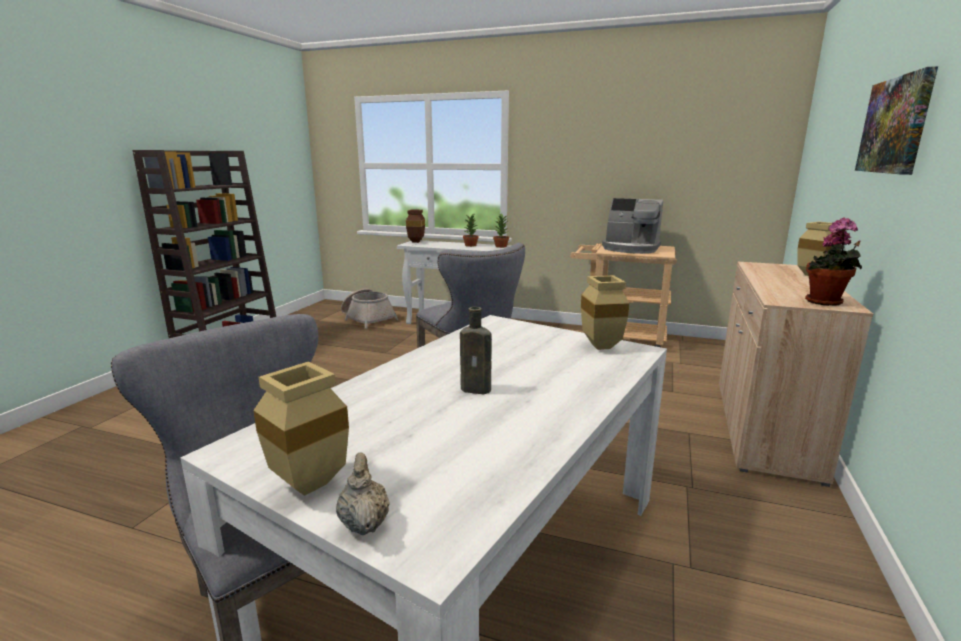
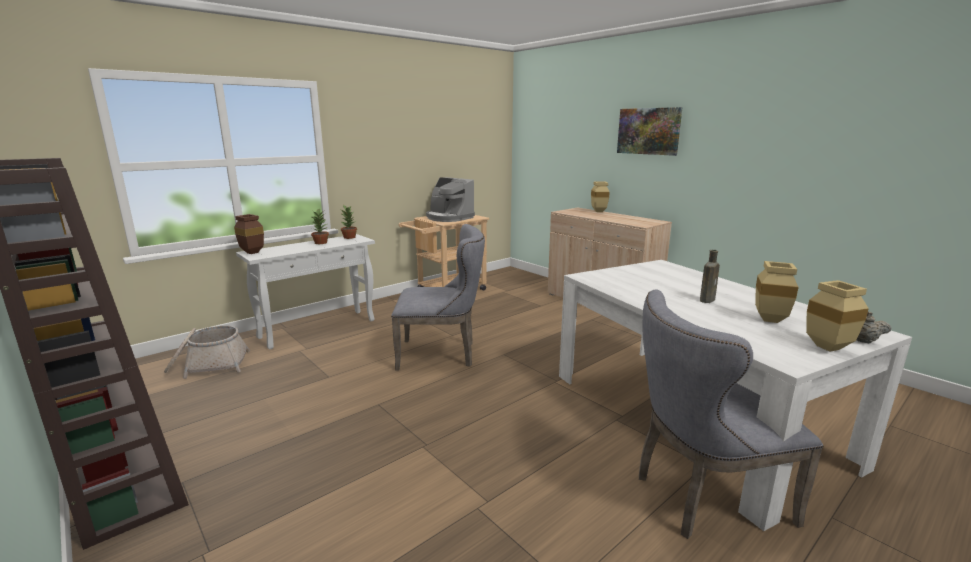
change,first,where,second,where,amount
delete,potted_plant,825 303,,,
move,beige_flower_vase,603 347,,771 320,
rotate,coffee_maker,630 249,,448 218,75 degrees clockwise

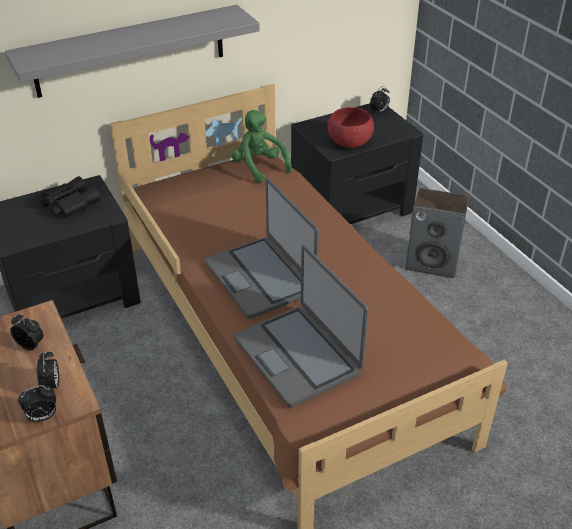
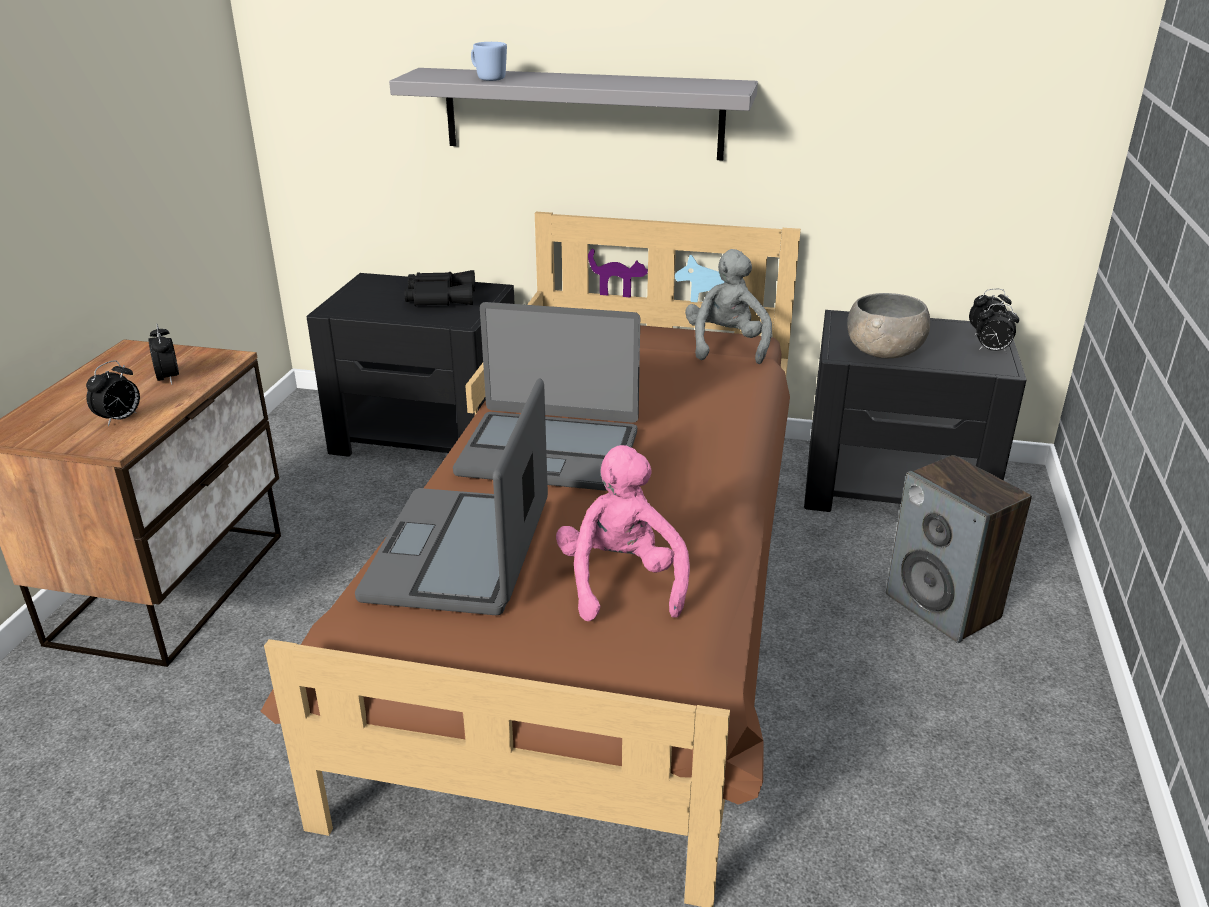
change,first,where,second,where,amount
insert,,,blue-coloured_coffee_mug,487 78,
insert,,,pinkish_cuddly_toy,621 582,
move,alarm_clock,42 417,,991 351,
recolor,green_cuddly_toy,259 167,grey_cuddly_toy,726 346,
recolor,red_serving_bowl,350 141,grey_serving_bowl,885 351,
rotate,laptop,260 277,,549 452,90 degrees counterclockwise

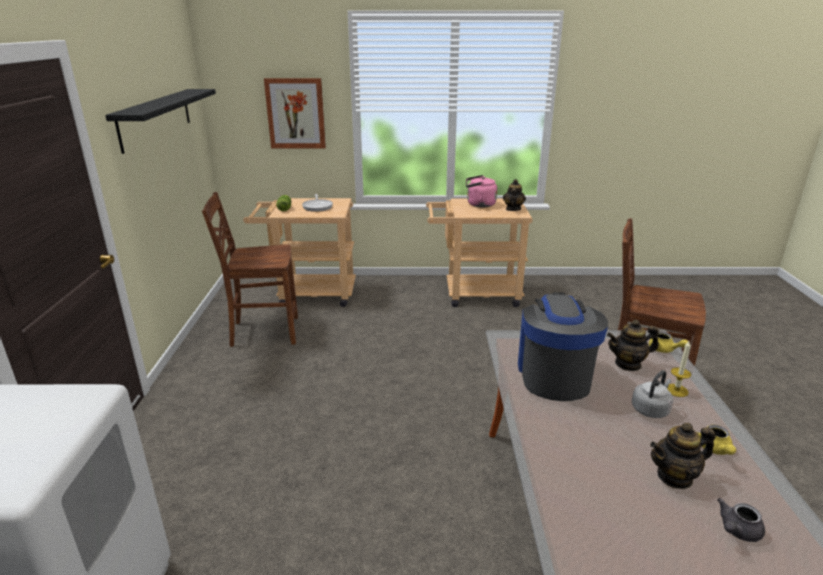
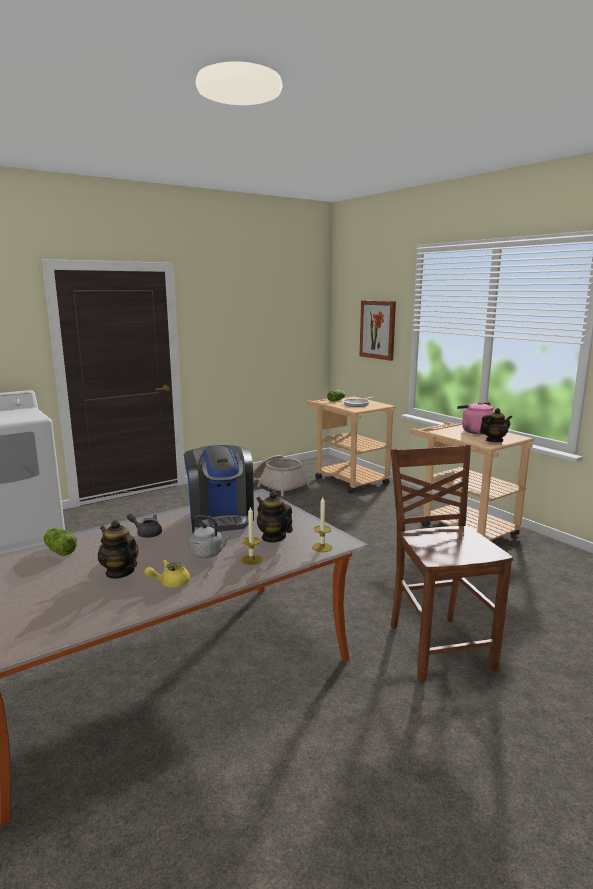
change,first,where,second,where,amount
delete,black_wall_shelf,156 118,,,
insert,,,lettuce_head,59 550,
move,grey_pot_for_tea,737 531,,146 533,
replace,brown-coloured_chair,263 332,basket,279 485,
replace,yellowish_pot_for_tea,664 350,wax_light,322 547,
rotate,coffee_maker,554 375,,221 517,105 degrees clockwise

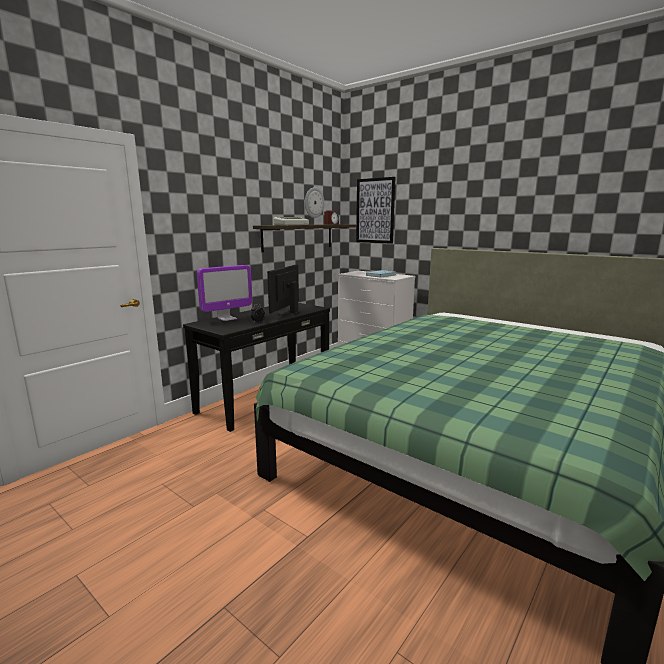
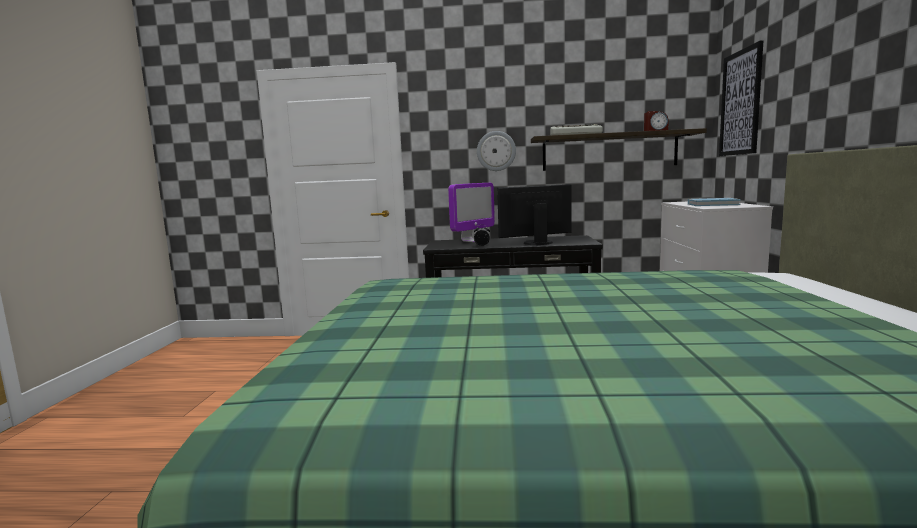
change,first,where,second,where,amount
move,clock_on_the_wall,313 202,,496 151,
rotate,computer_screen,227 318,,472 240,60 degrees counterclockwise

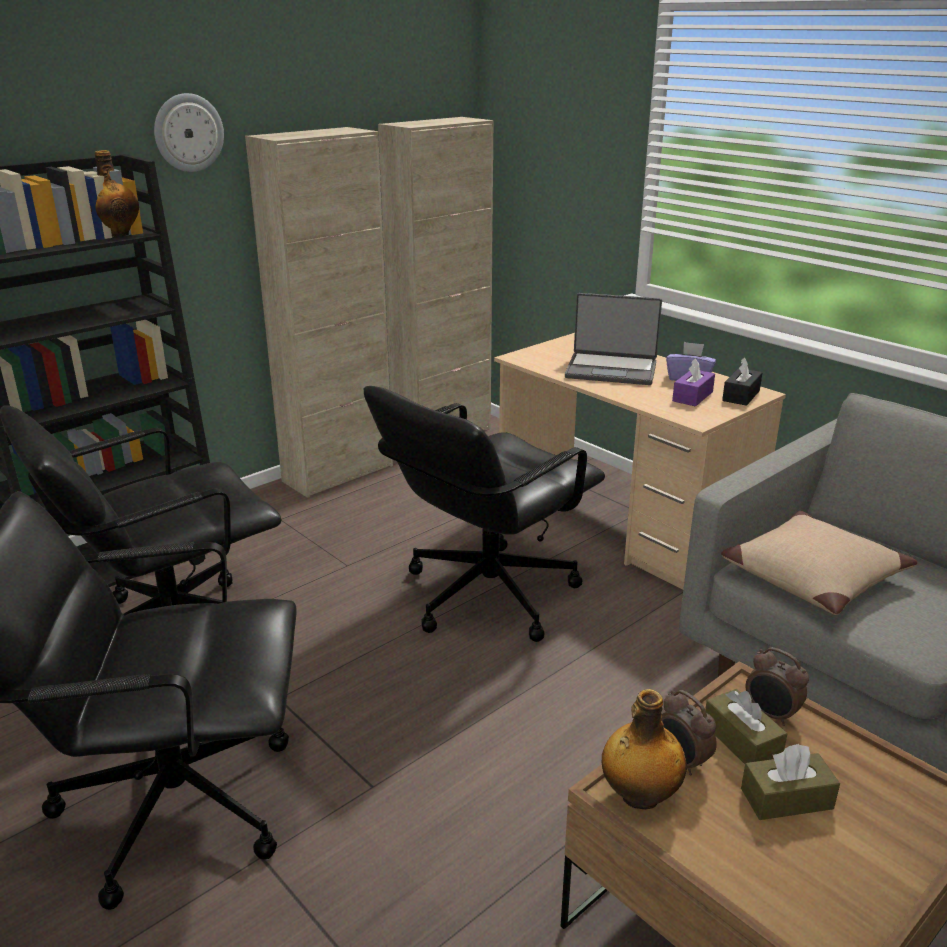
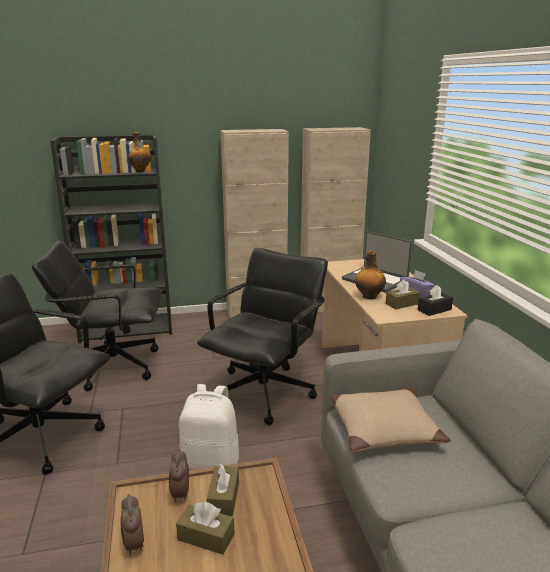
change,first,where,second,where,amount
delete,clock_on_the_wall,188 133,,,
insert,,,whitish_knapsack,211 460,
move,bottle,639 796,,369 296,
move,alarm_clock,771 715,,134 544,
recolor,purple-coloured_tissue_holder,692 396,brown-coloured_tissue_holder,402 304,
rotate,black_desk_chair,487 594,,265 392,135 degrees clockwise

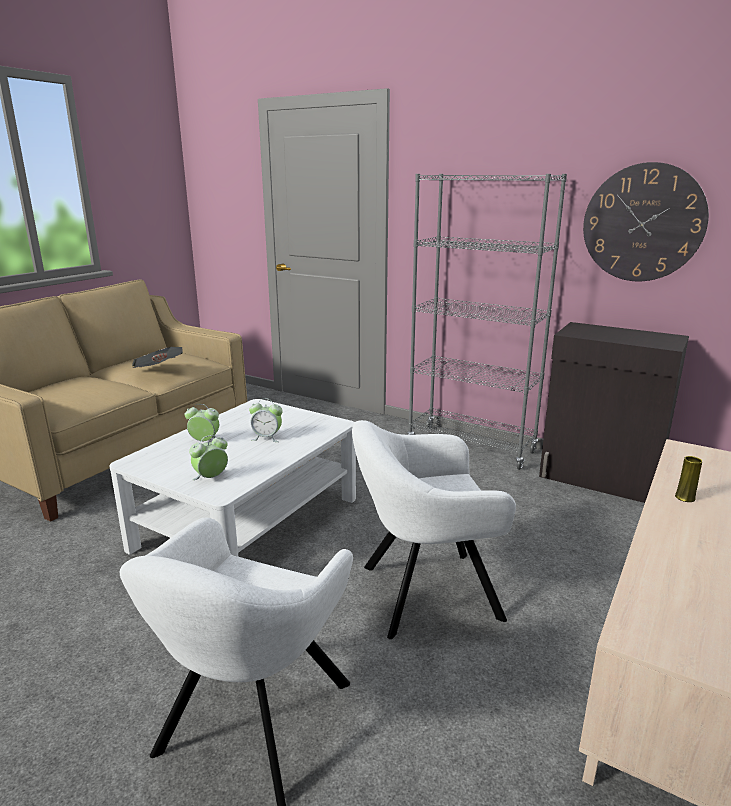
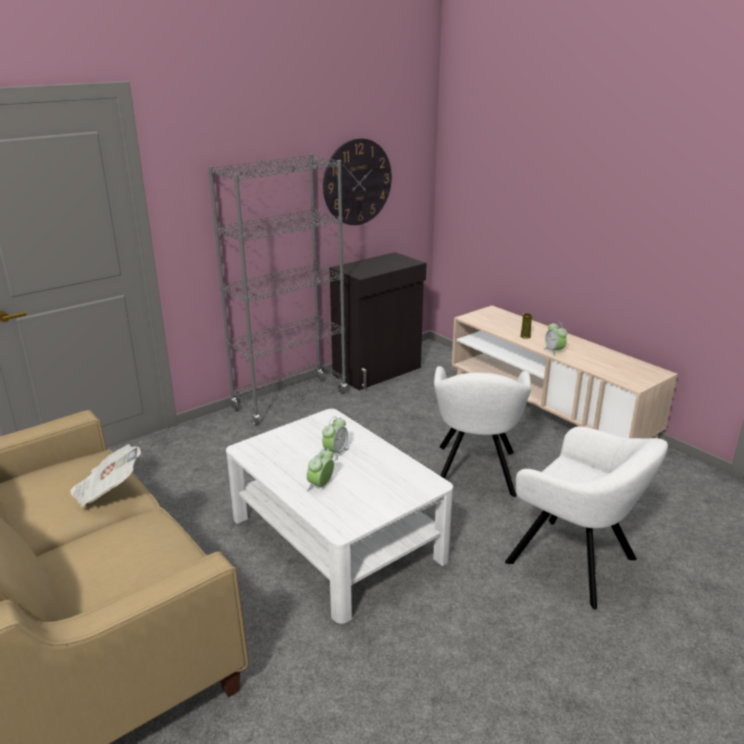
change,first,where,second,where,amount
move,alarm_clock,211 478,,554 351,

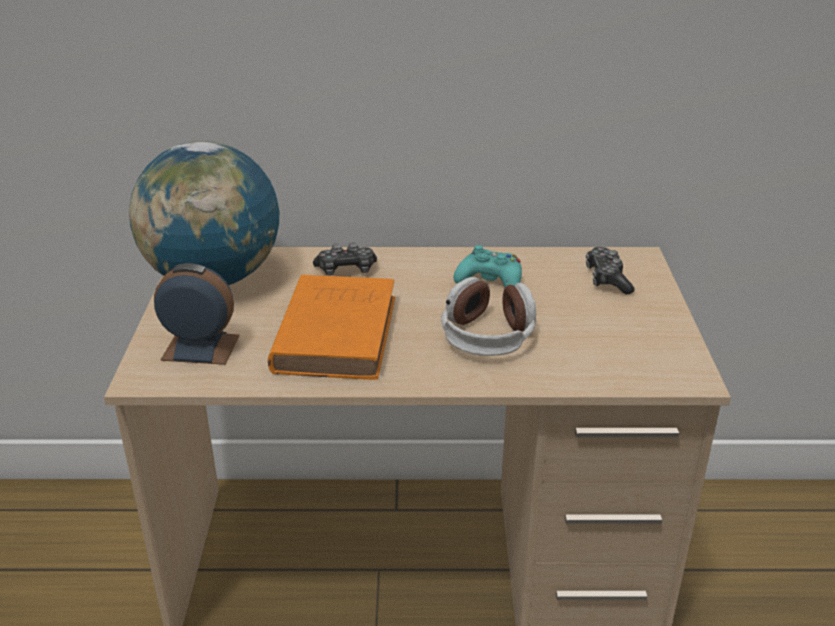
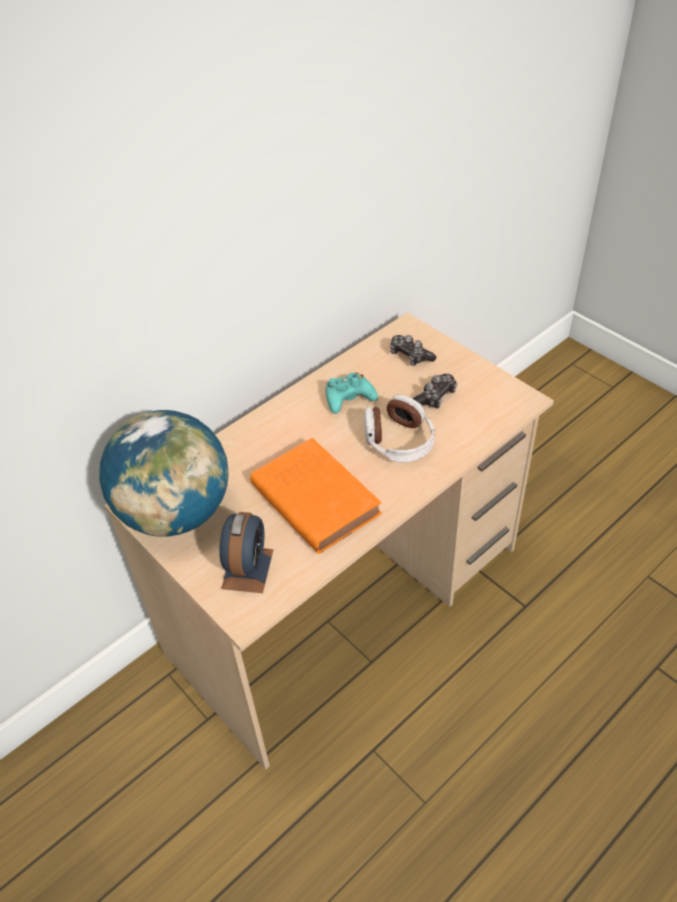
change,first,where,second,where,amount
move,gamepad,346 270,,435 397,
rotate,alarm_clock,200 347,,247 569,135 degrees clockwise

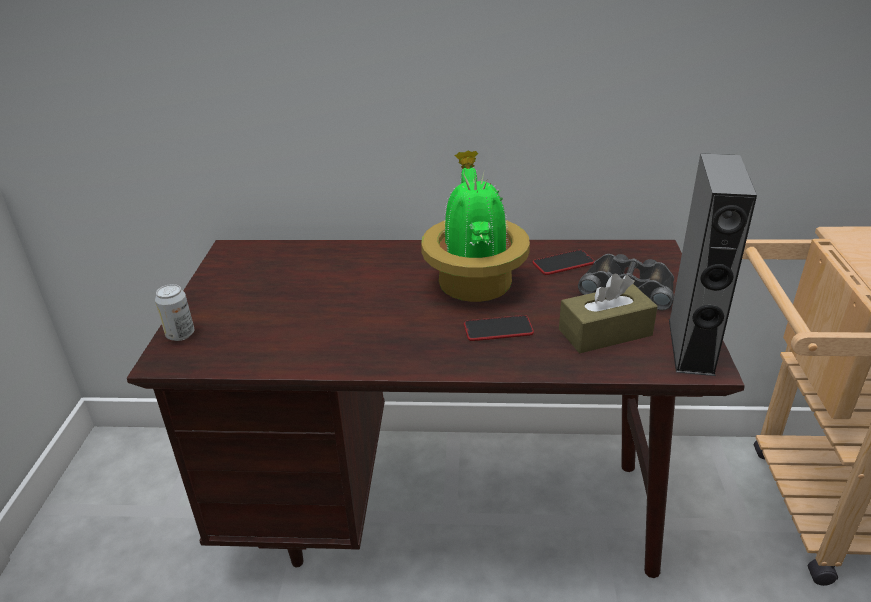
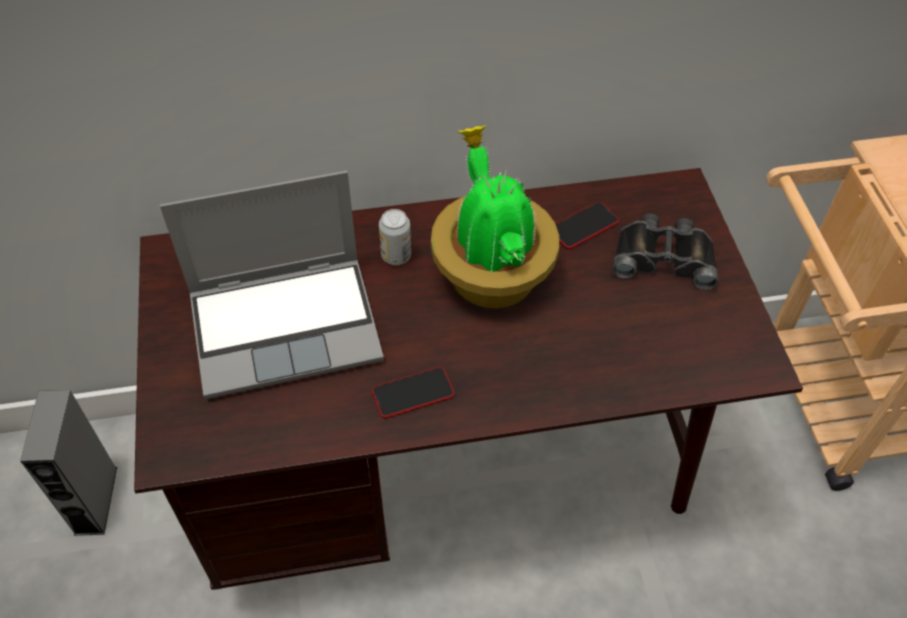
change,first,where,second,where,amount
delete,brown-coloured_tissue_holder,605 332,,,
insert,,,laptop,287 325,
move,metal_can,180 334,,396 256,
move,phone,498 329,,413 393,
move,grey_loudspeaker,690 346,,96 500,

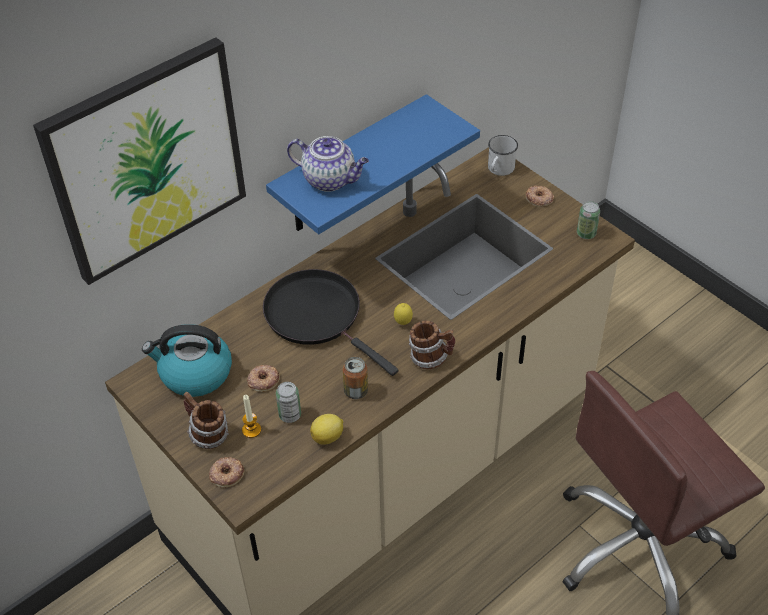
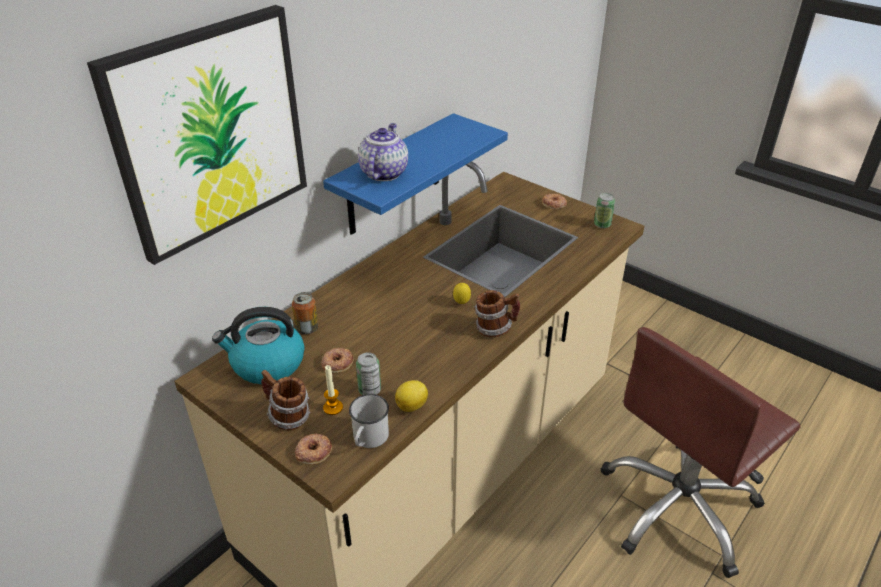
change,first,where,second,where,amount
delete,black_skillet,318 316,,,
move,metal_can,356 391,,307 328,
move,whitish_coffee_mug,499 170,,368 439,
rotate,pot_for_tea,330 180,,383 173,90 degrees counterclockwise

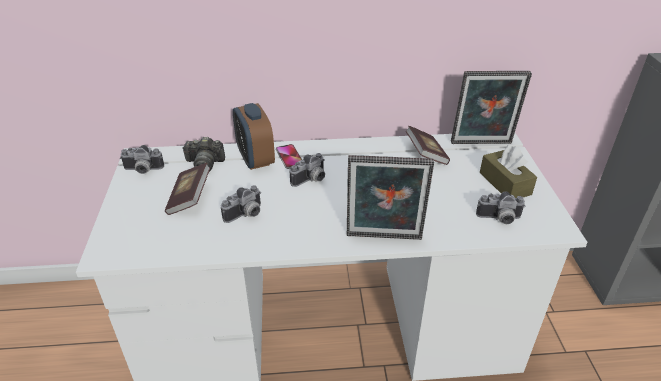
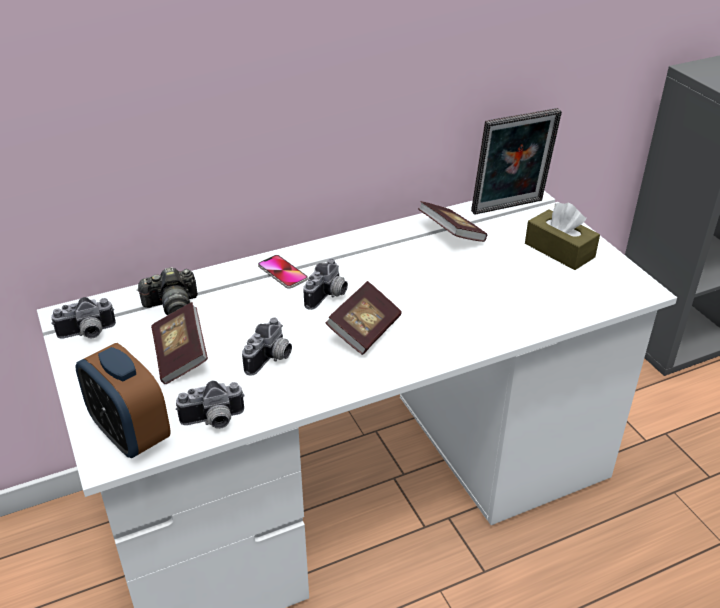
change,first,where,second,where,amount
delete,photo_frame,384 239,,,
insert,,,bound_book,364 330,
move,alarm_clock,255 159,,130 434,
move,still_camera,499 219,,213 421,

